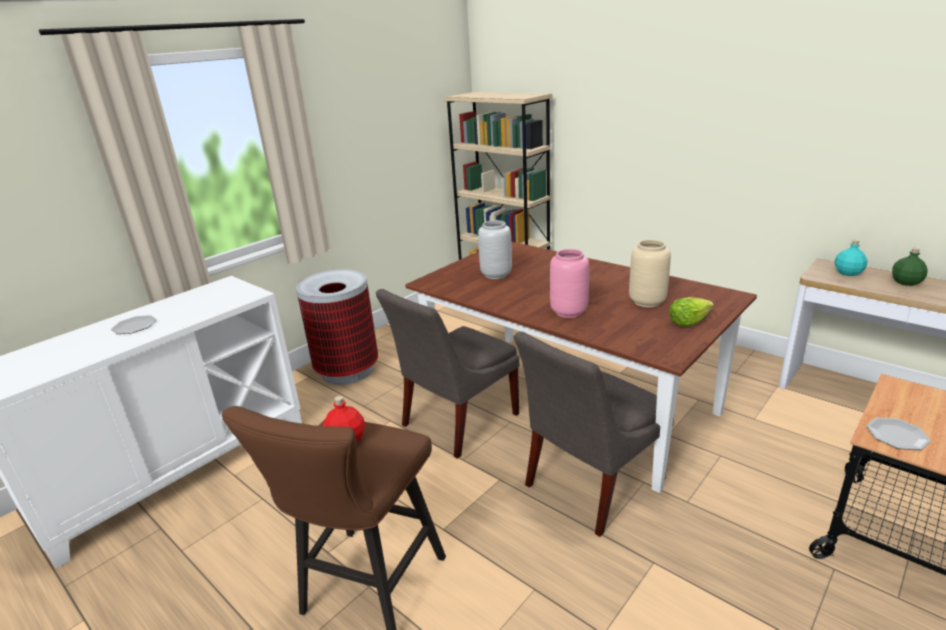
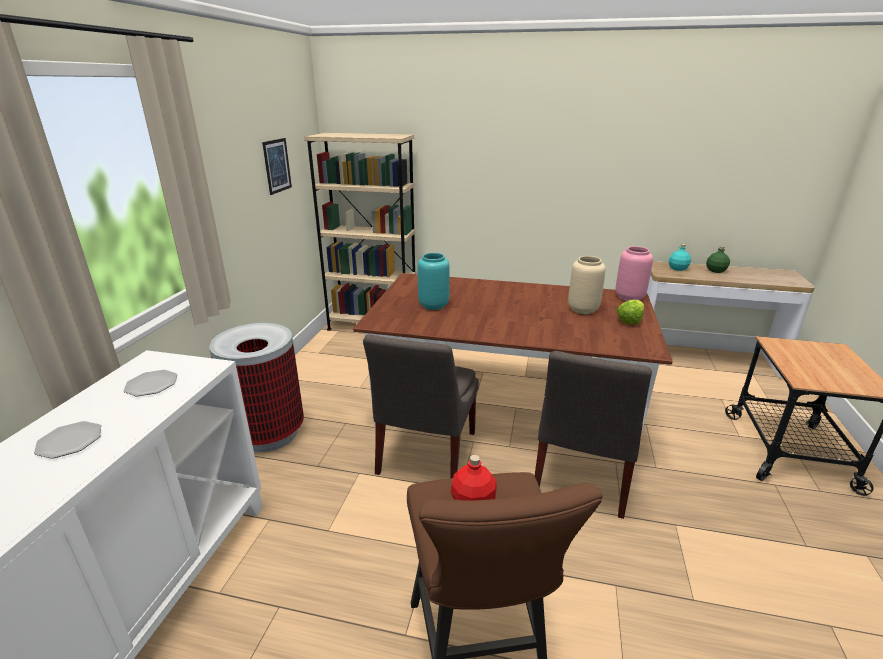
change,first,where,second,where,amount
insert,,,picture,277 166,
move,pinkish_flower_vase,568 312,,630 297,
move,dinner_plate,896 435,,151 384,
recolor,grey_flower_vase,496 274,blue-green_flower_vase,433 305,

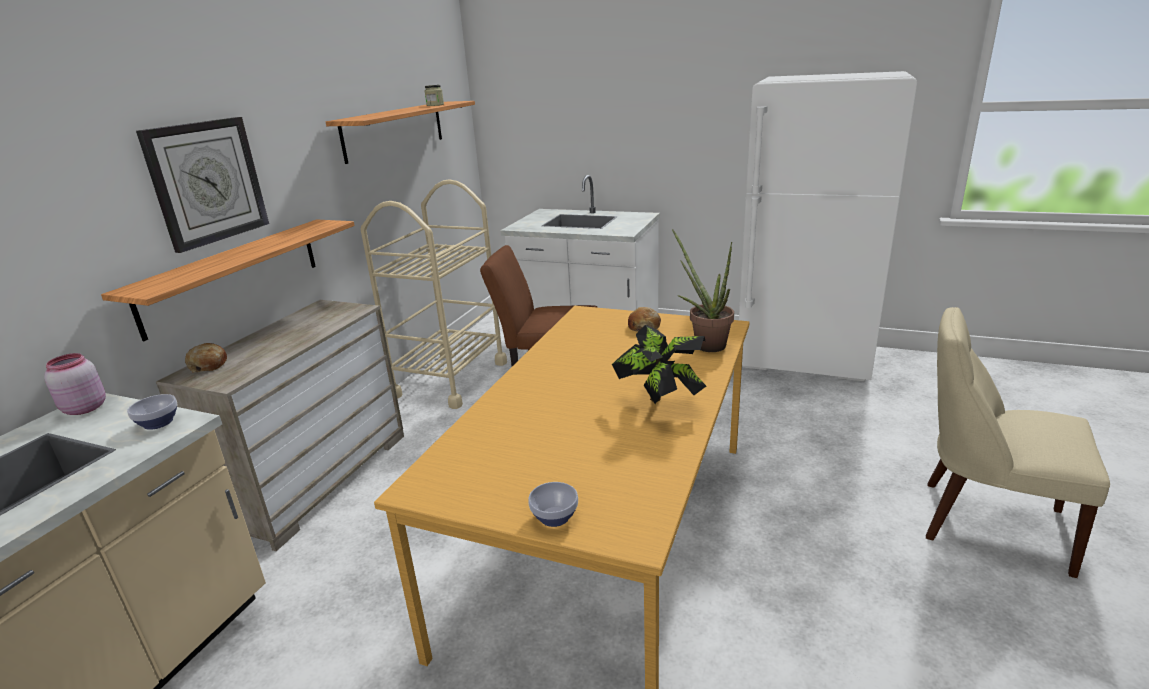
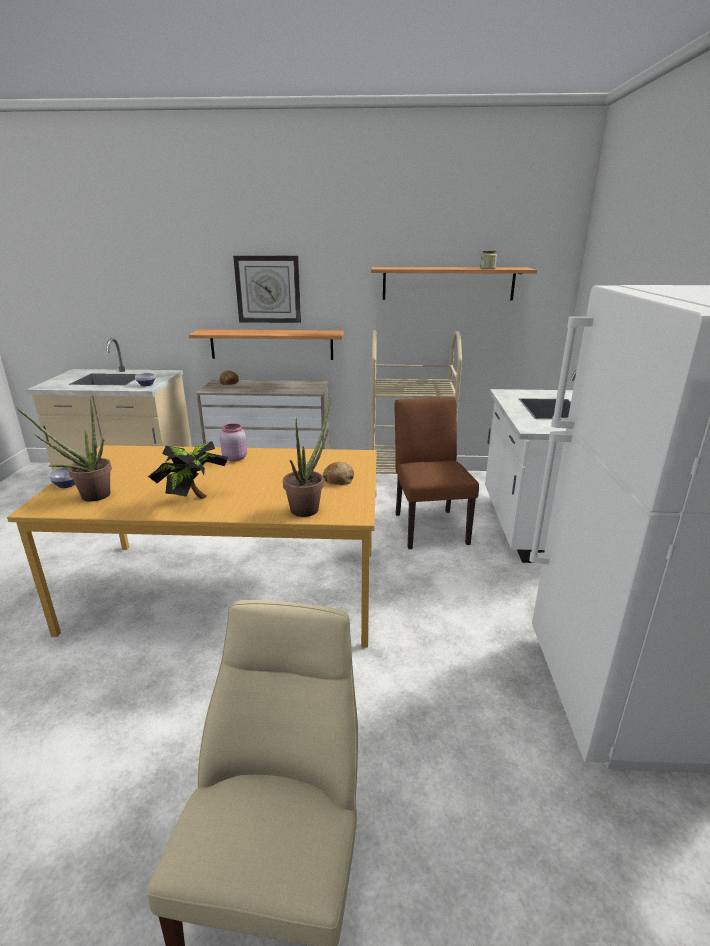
change,first,where,second,where,amount
insert,,,potted_plant,89 496,
move,pinkish_preserve_jar,84 408,,234 458,

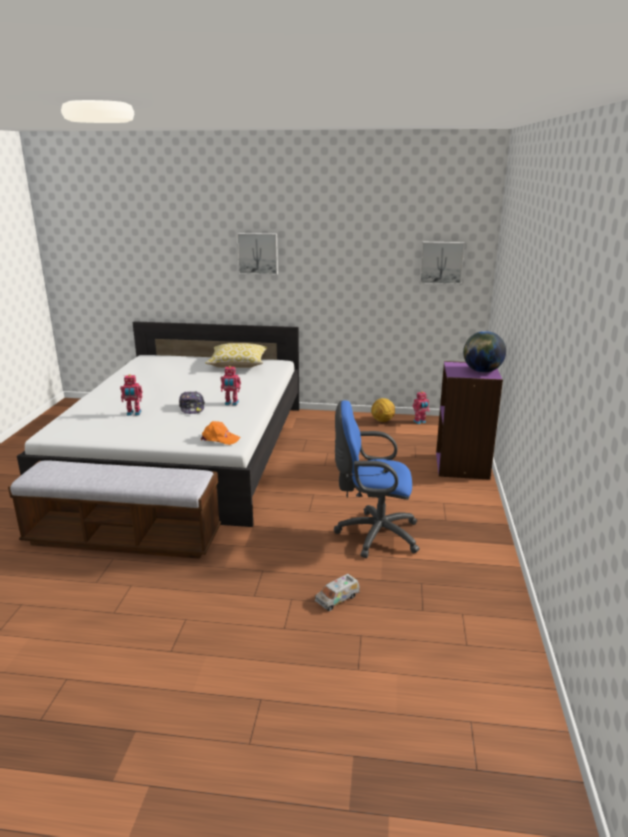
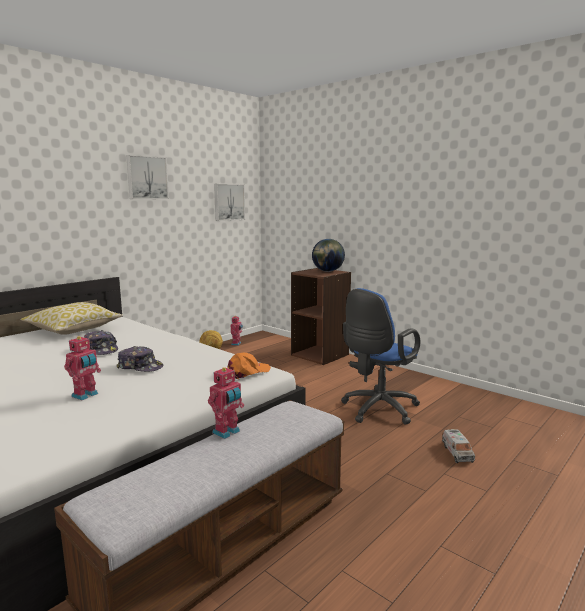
change,first,where,second,where,amount
insert,,,peaked_cap,101 349,
move,toy_robot,231 403,,227 432,
move,picture,258 253,,146 178,
recolor,purple-coloured_shelving_unit,462 466,brown-coloured_shelving_unit,320 355,

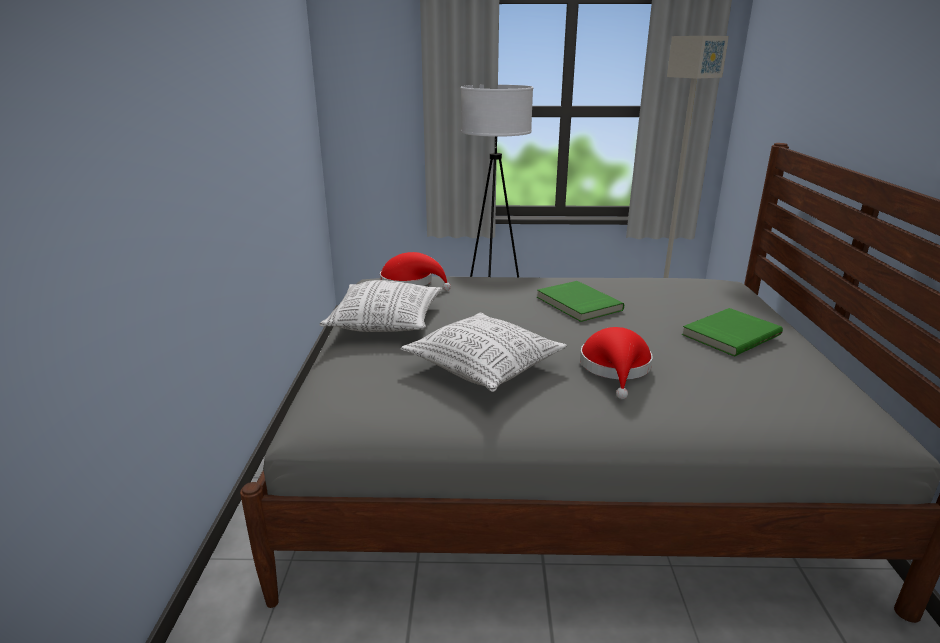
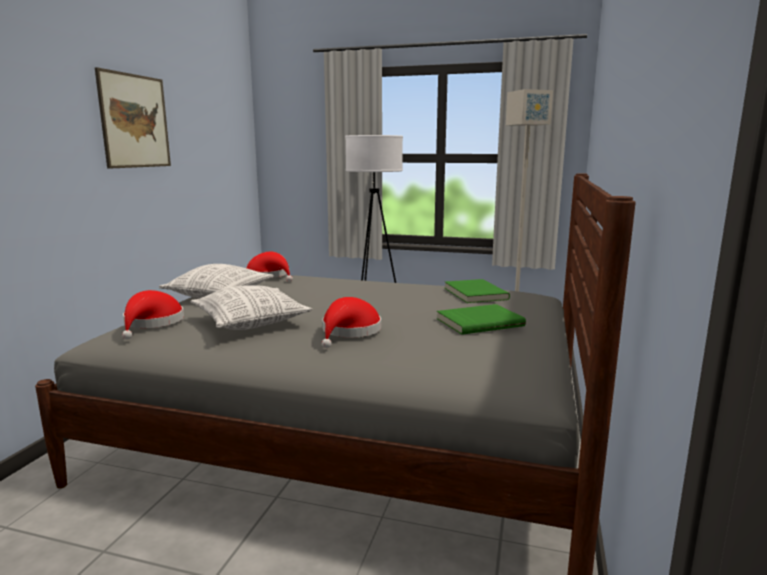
change,first,where,second,where,amount
insert,,,picture,135 121,
insert,,,red_hat,152 323,
move,green_bound_book,577 304,,474 293,

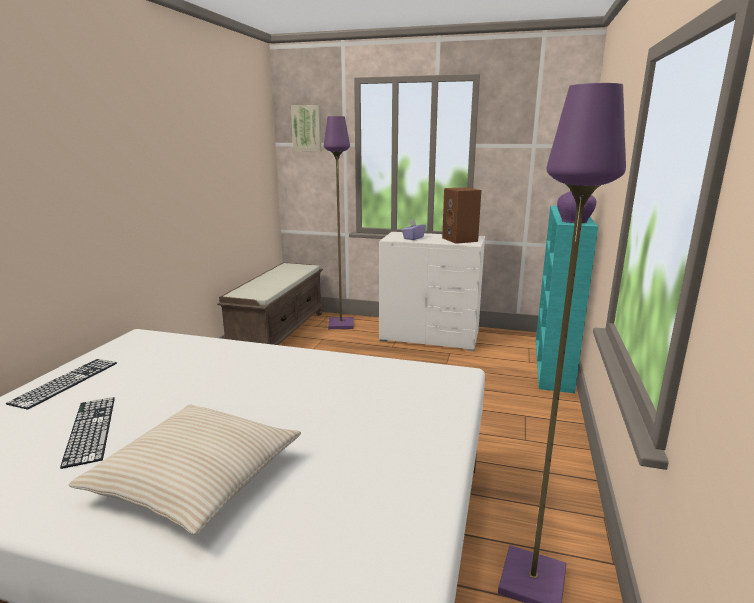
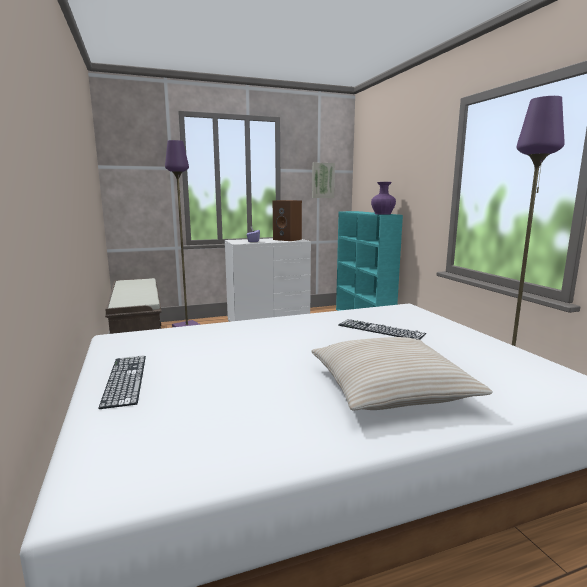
change,first,where,second,where,amount
move,keyboard,90 429,,380 329,
move,picture,307 128,,322 180,

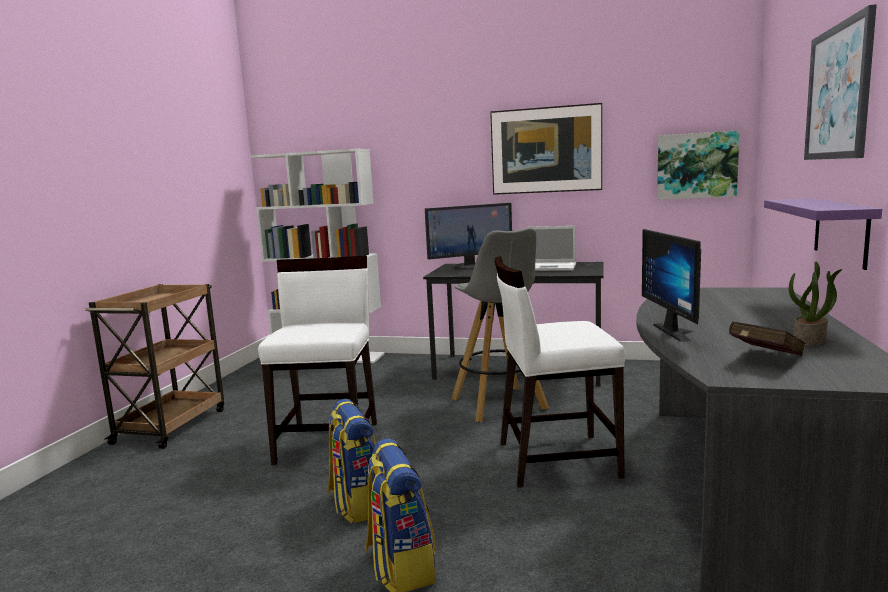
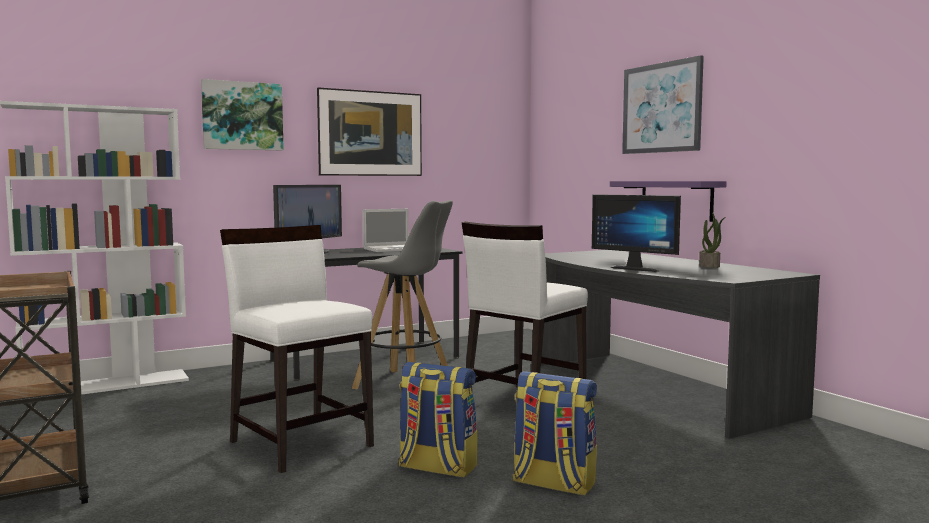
change,first,where,second,where,amount
delete,red_bound_book,763 359,,,
move,picture,696 165,,242 116,

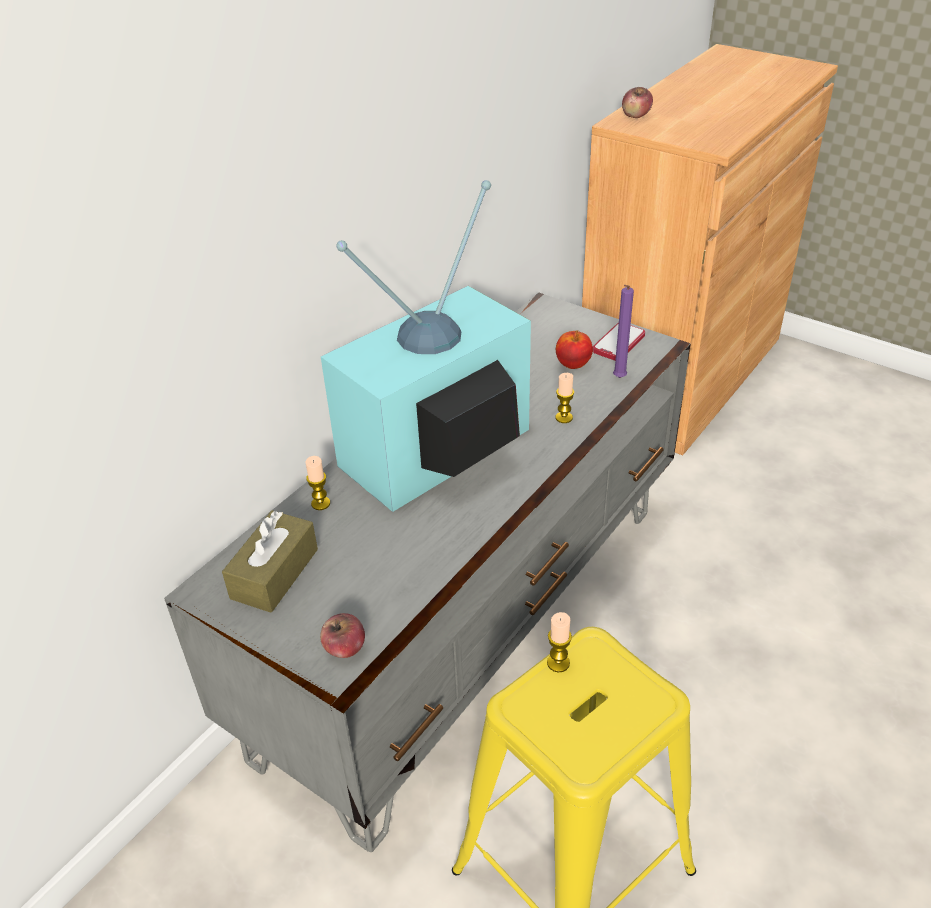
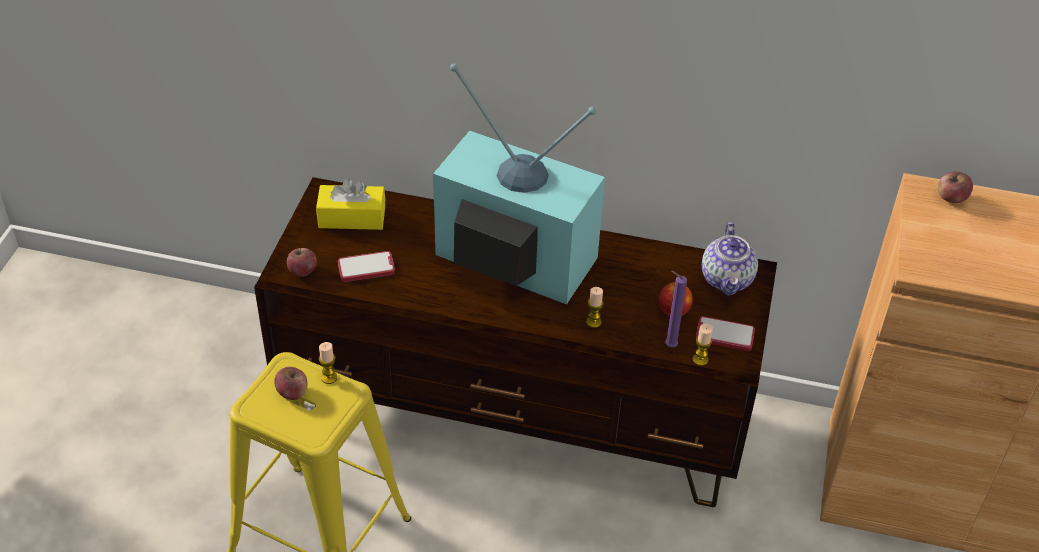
change,first,where,second,where,amount
insert,,,apple_fruit,292 392,
insert,,,phone,366 268,
insert,,,pot_for_tea,727 279,
move,wax_light,320 503,,700 359,
recolor,grey_tv_unit,472 623,brown-coloured_tv_unit,516 414,
recolor,brown-coloured_tissue_holder,274 573,yellowish_tissue_holder,352 217,

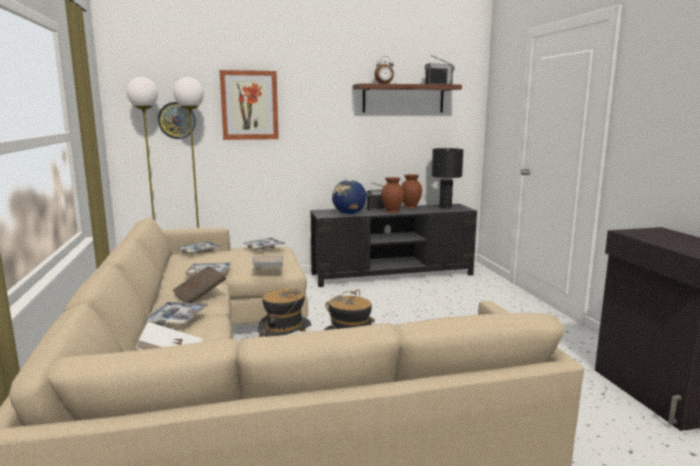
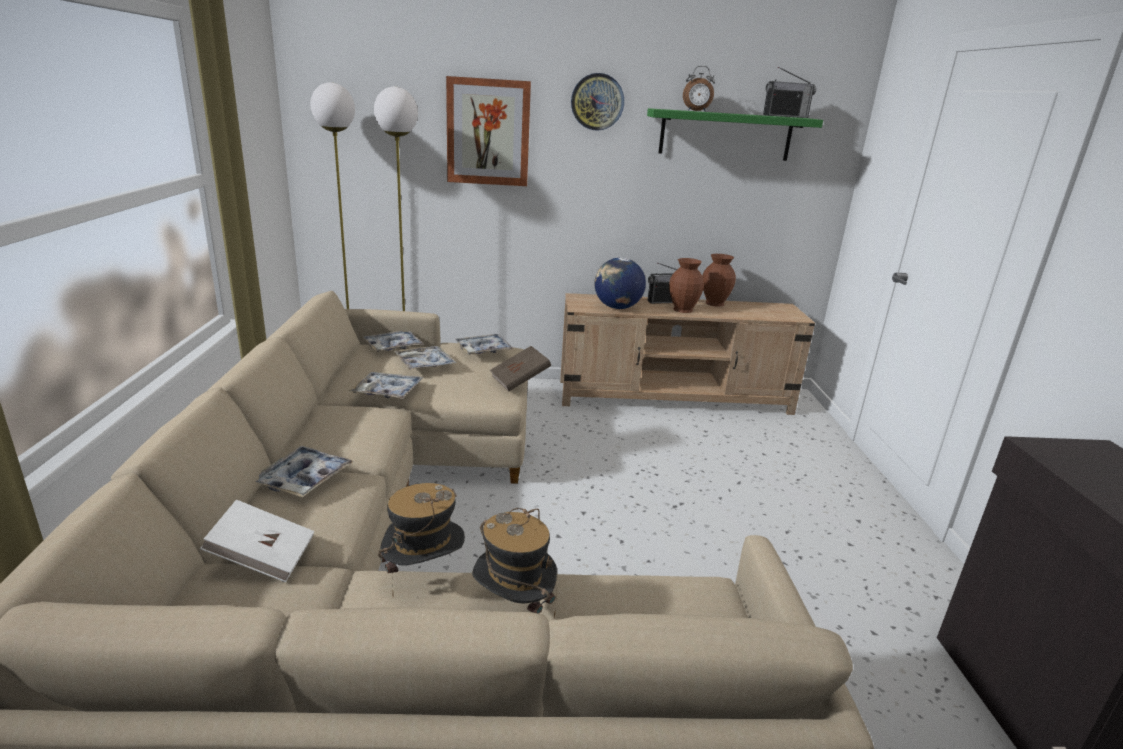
change,first,where,second,where,amount
delete,whitish_bound_book,268 271,,,
delete,black_tabletop_lamp,445 207,,,
insert,,,tray,424 364,
move,clock_on_the_wall,177 120,,597 102,
move,brown-coloured_bound_book,200 296,,520 381,
recolor,black_tv_unit,392 274,beige_tv_unit,674 397,
recolor,brown-coloured_wall_shelf,403 98,green_wall_shelf,725 135,

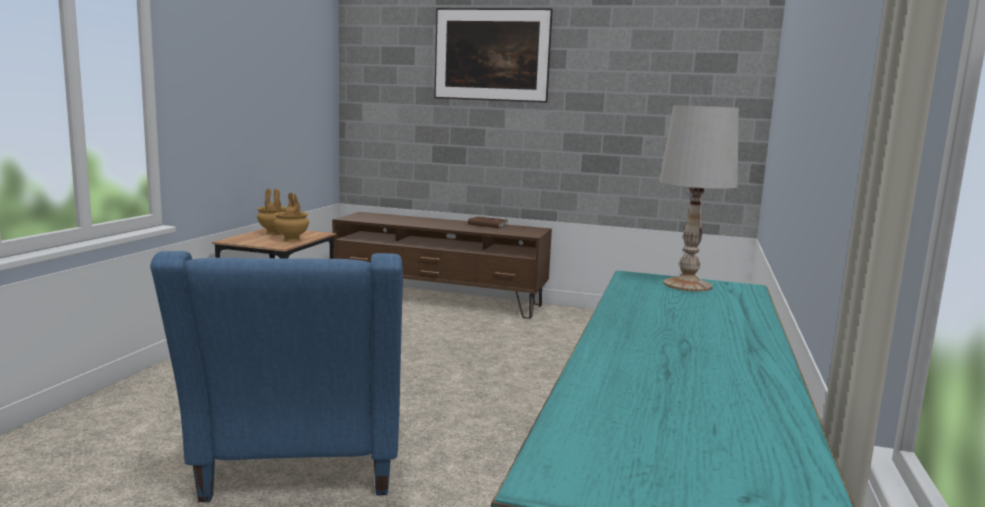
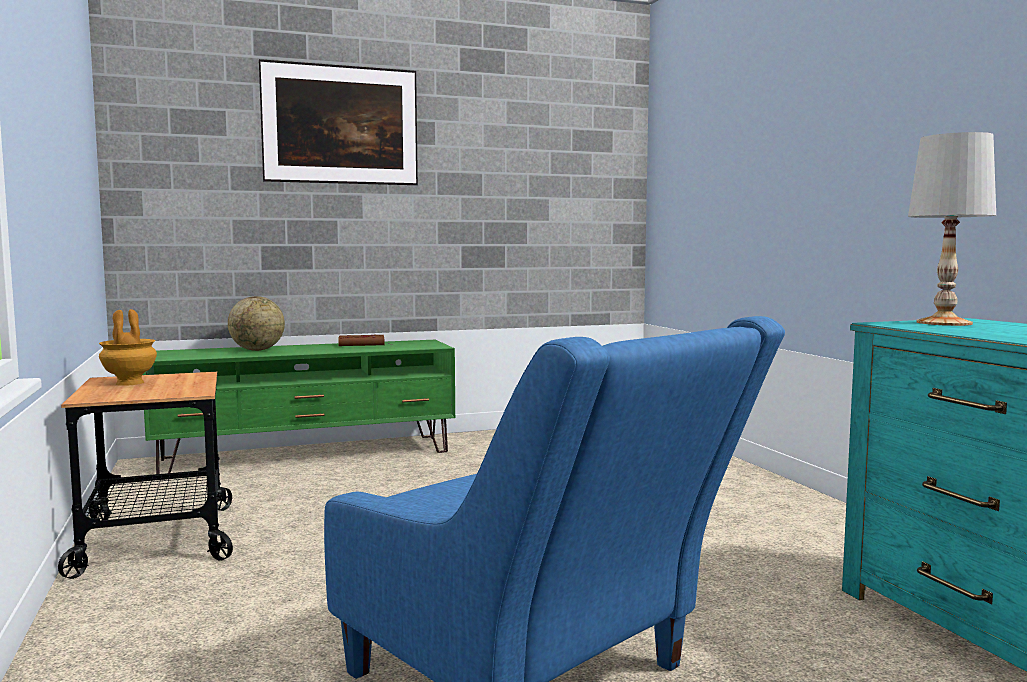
change,first,where,second,where,amount
delete,brown-coloured_flower_vase,292 240,,,
insert,,,globe,257 350,
recolor,brown-coloured_tv_unit,440 300,green_tv_unit,308 455,

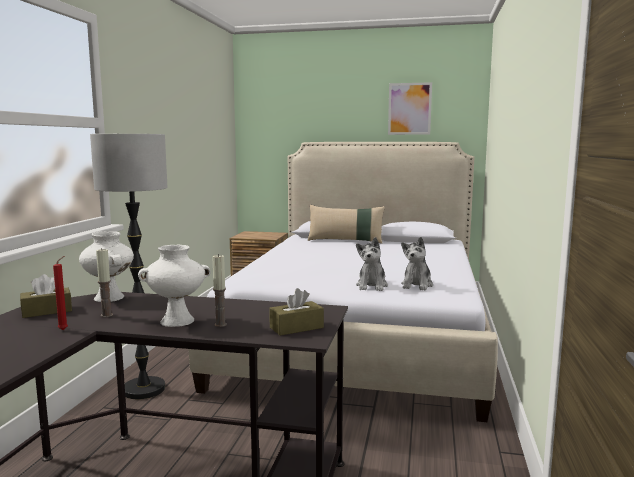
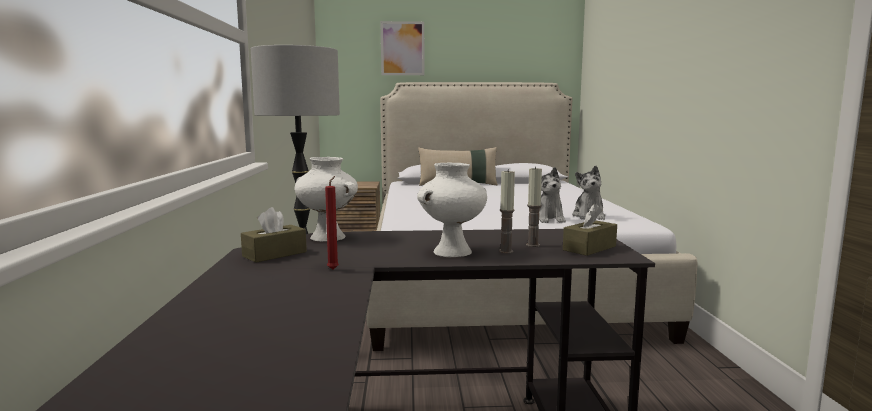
change,first,where,second,where,amount
move,wax_light,106 315,,533 245,
move,picture,409 109,,402 48,

